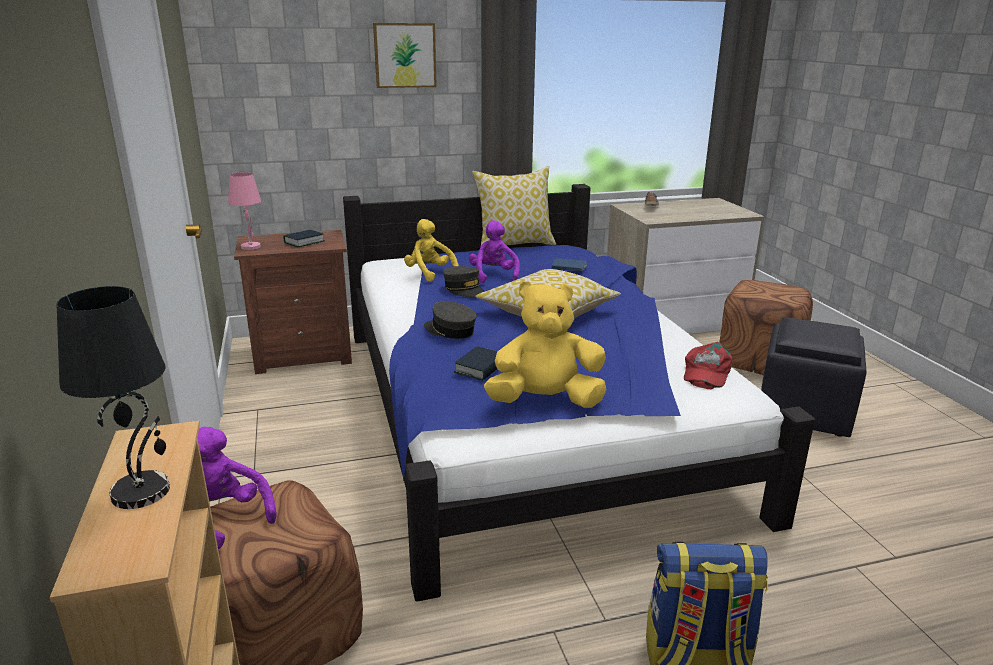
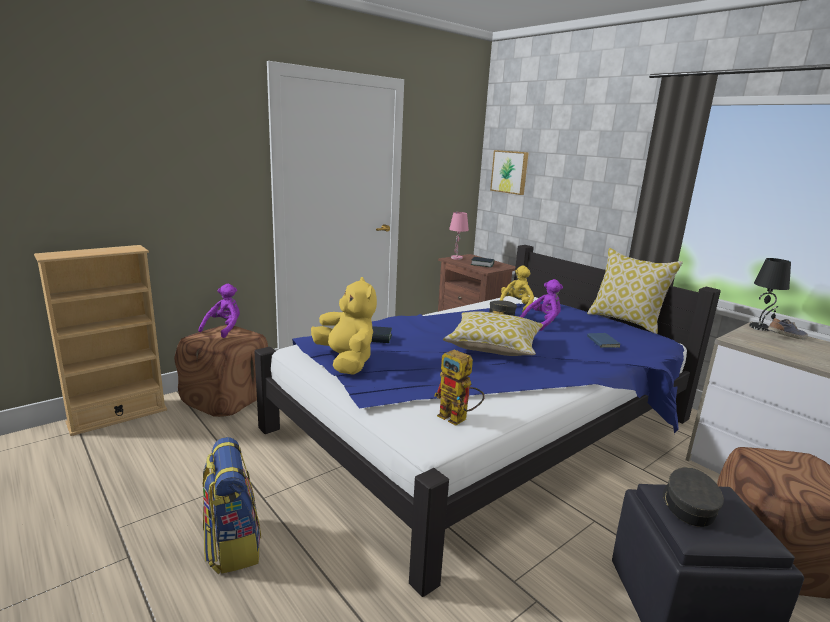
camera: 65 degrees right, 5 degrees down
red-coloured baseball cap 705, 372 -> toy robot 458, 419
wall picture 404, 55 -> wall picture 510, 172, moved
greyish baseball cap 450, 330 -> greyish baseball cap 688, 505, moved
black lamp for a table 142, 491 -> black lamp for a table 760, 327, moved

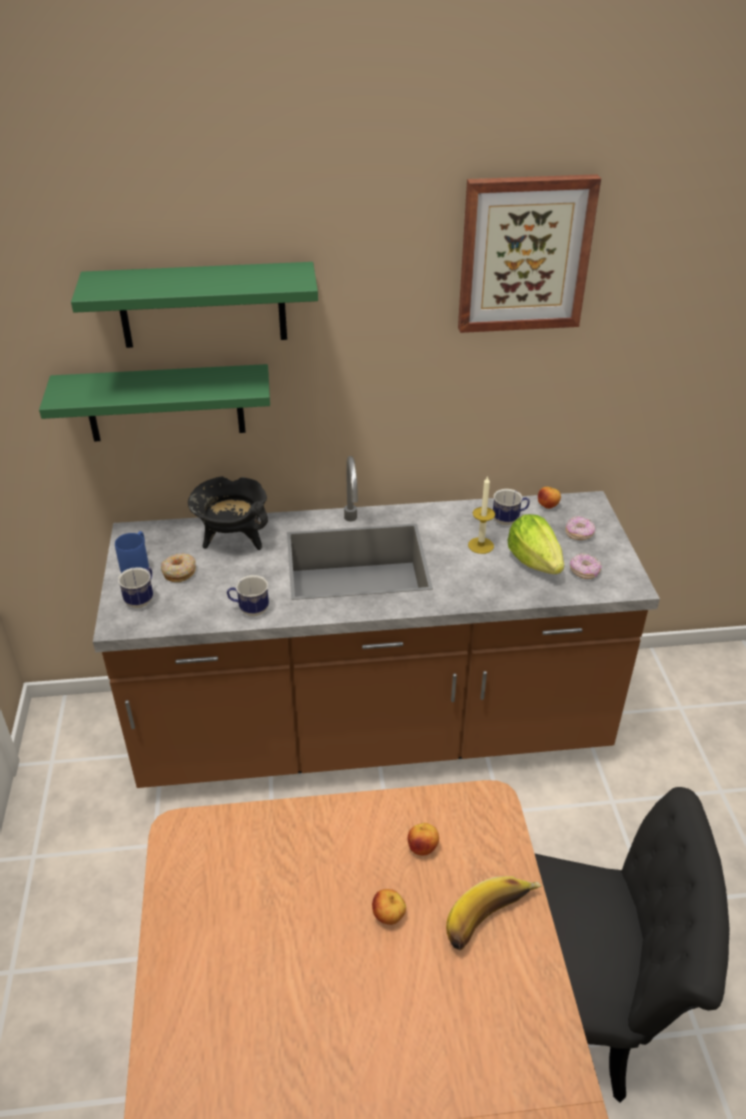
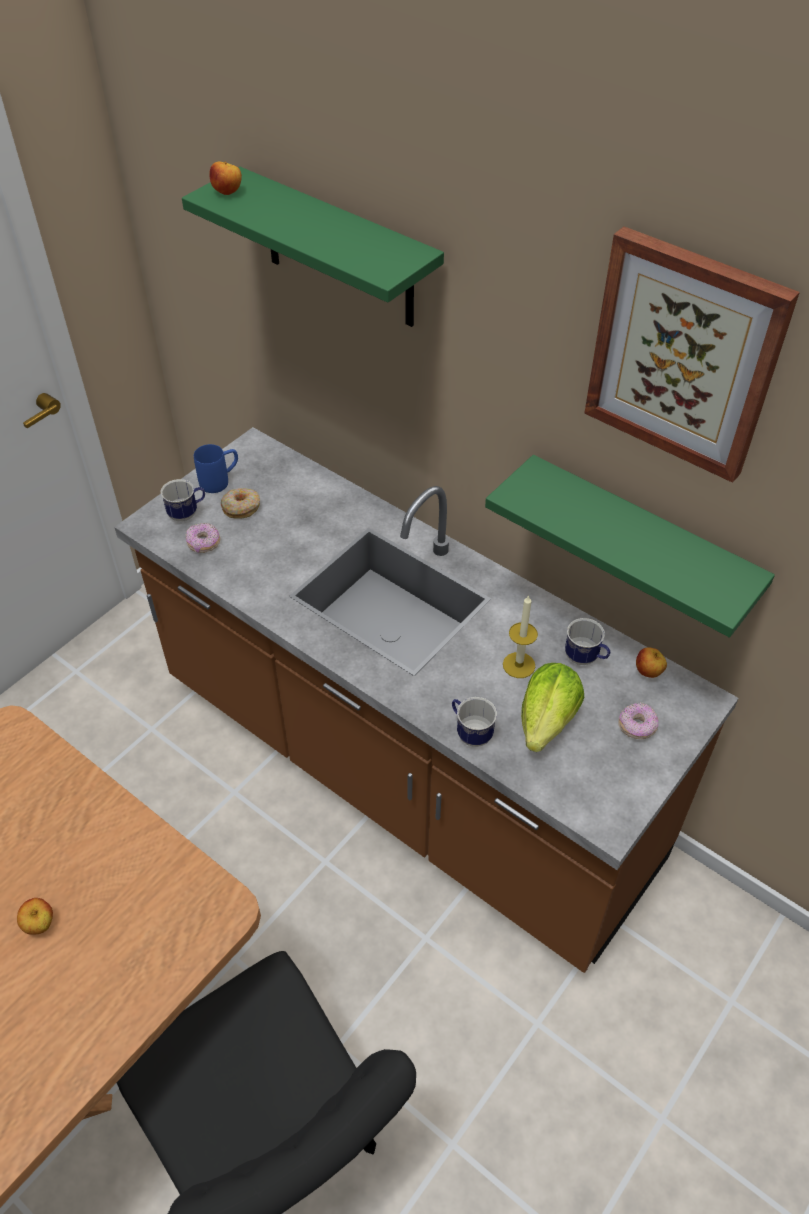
camera: 45 degrees right, 10 degrees up
donut 584, 572 -> donut 203, 543, moved
apple fruit 422, 848 -> apple fruit 228, 193, moved
mug 249, 610 -> mug 470, 732, moved
greenish wall shelf 165, 403 -> greenish wall shelf 639, 545, moved
black stockpot 233, 539 -> none
whole banana 492, 923 -> none

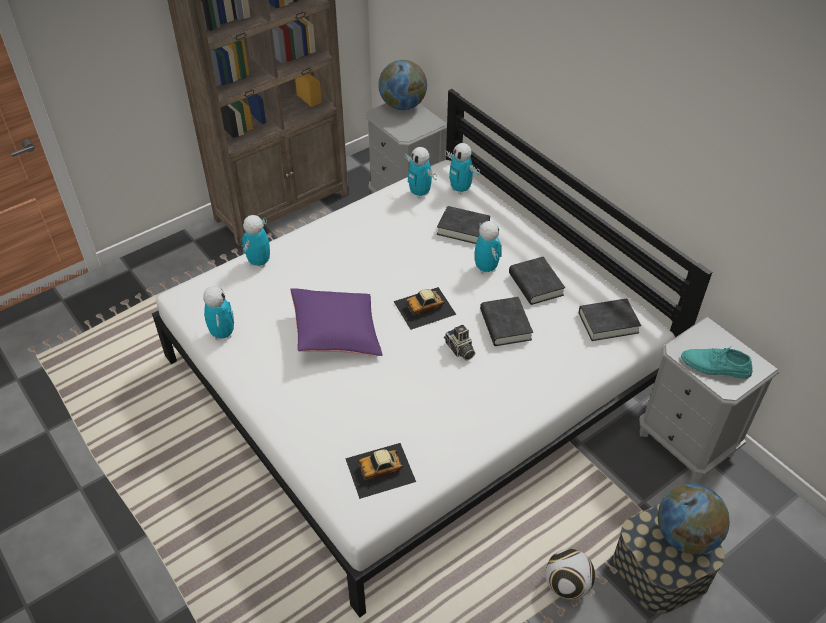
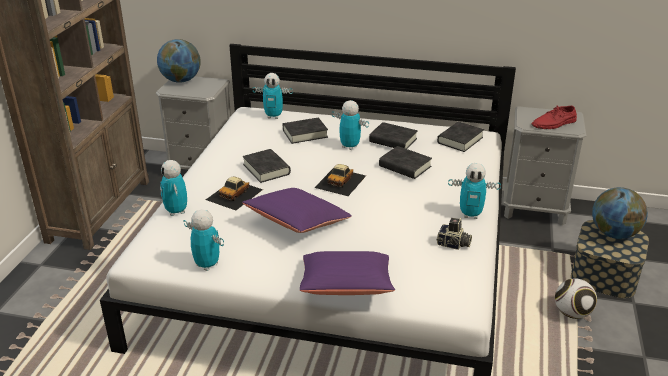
camera: 40 degrees left, 15 degrees down
miniature car 380, 470 -> miniature car 235, 194, moved
none -> black book 266, 169
none -> purplish cushion 346, 286
photo camera 459, 350 -> photo camera 453, 244, moved
toy robot 420, 193 -> toy robot 470, 215, moved
turquoise shoe 715, 366 -> red-coloured shoe 554, 124

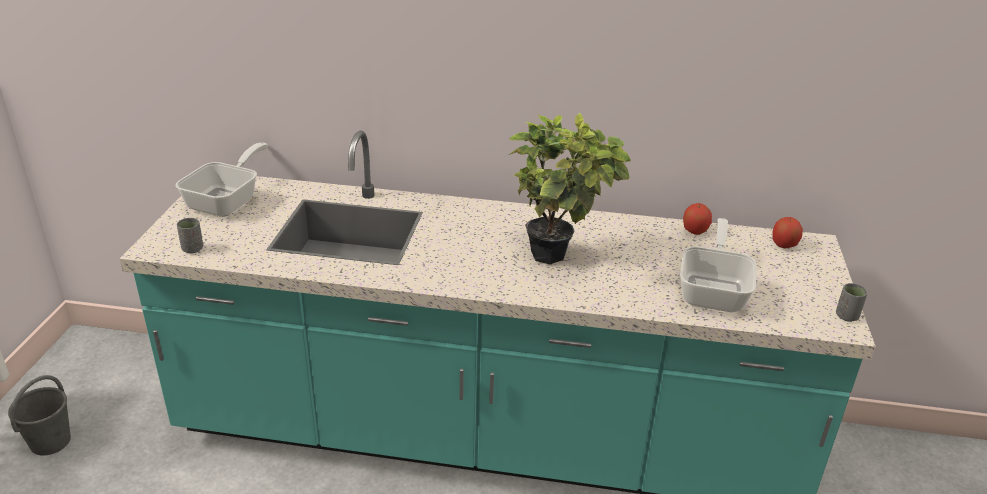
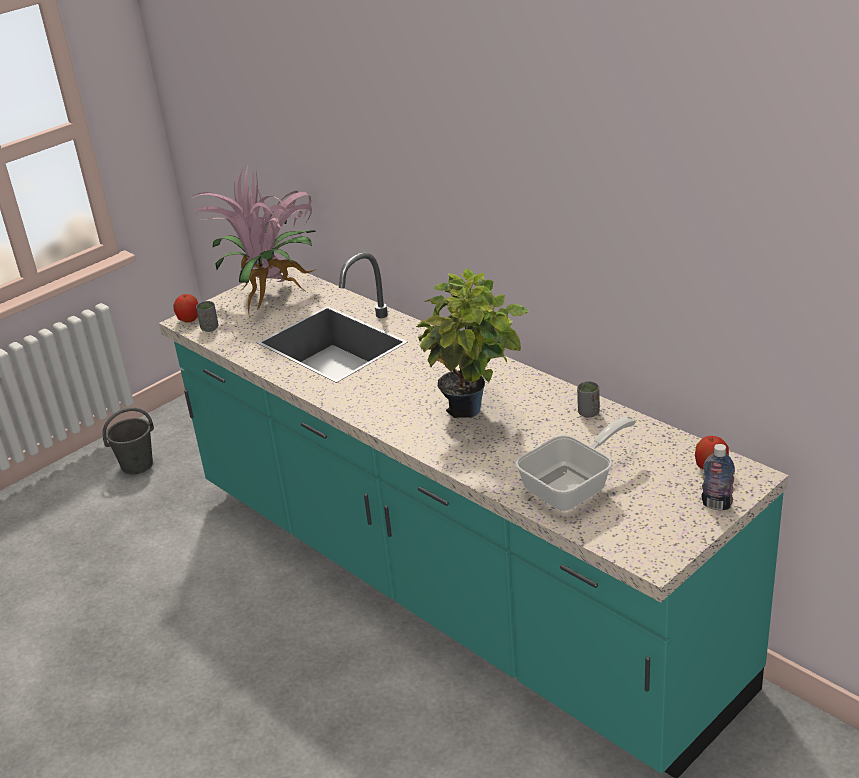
camera: 40 degrees right, 0 degrees up
apple fruit 695, 231 -> apple fruit 189, 319, moved
pan 228, 200 -> houseplant 273, 294
greyish cup 846, 316 -> greyish cup 588, 413, moved
none -> drink bottle 716, 505

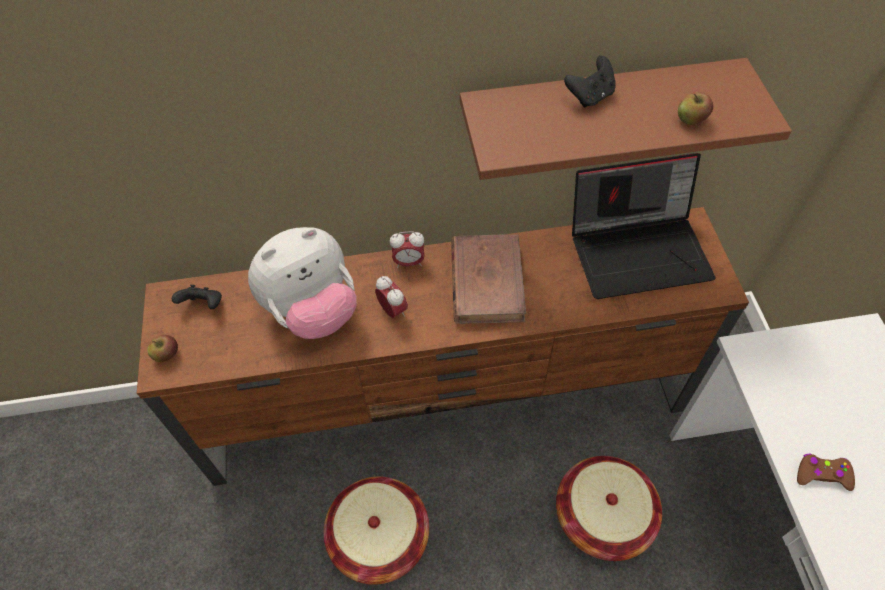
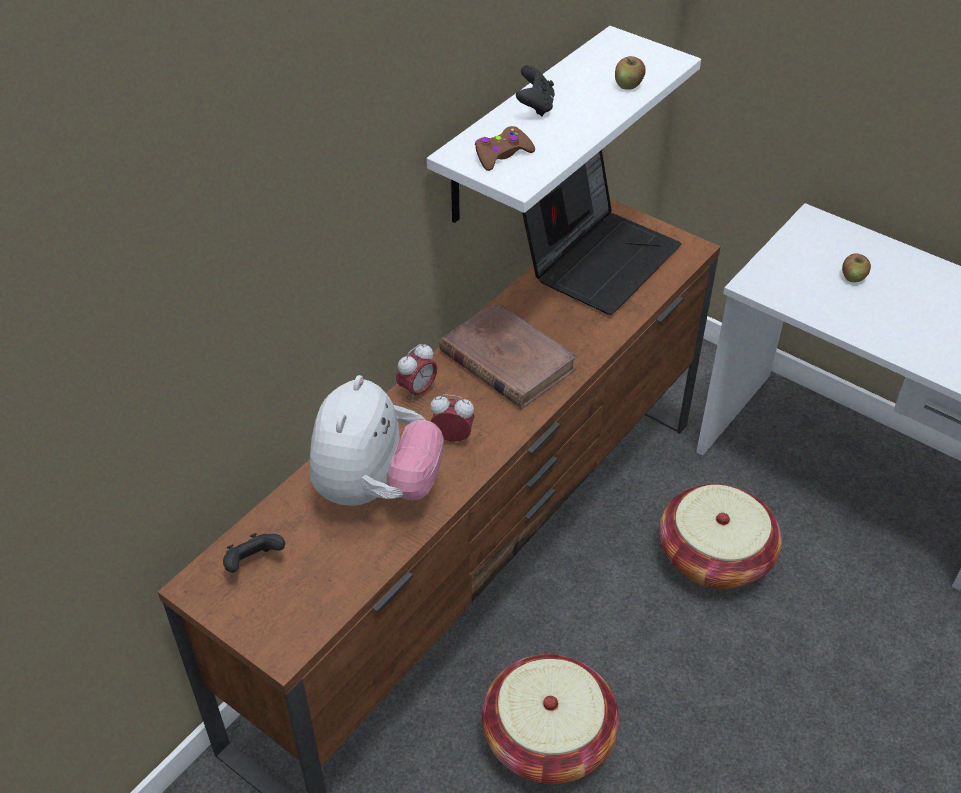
camera: 45 degrees left, 10 degrees down
brownish wall shelf 598, 109 -> white wall shelf 523, 127
brownish gamepad 822, 474 -> brownish gamepad 502, 155, moved
apple fruit 167, 354 -> apple fruit 853, 277, moved

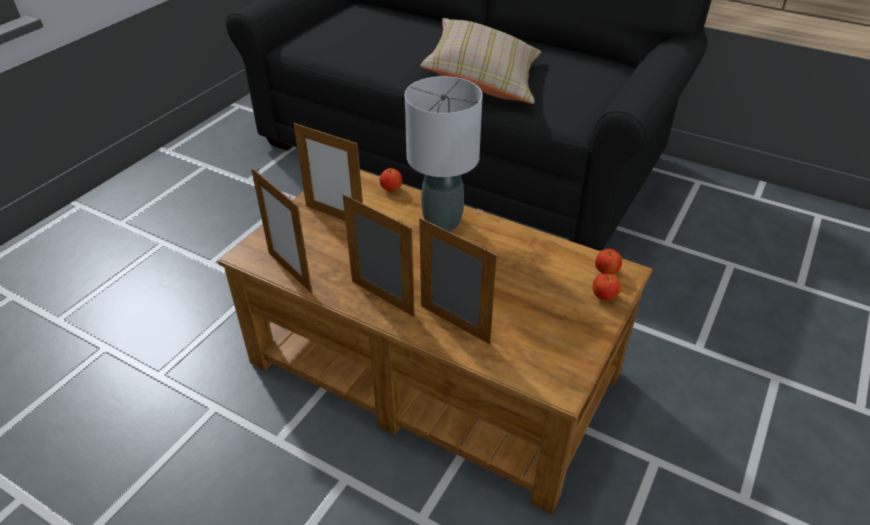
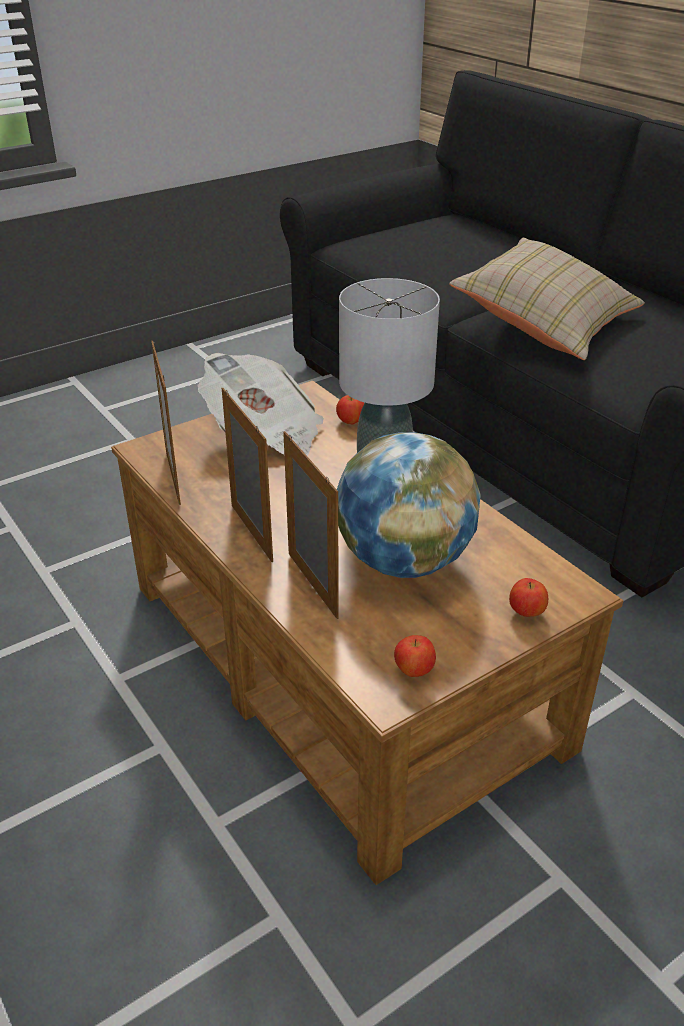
camera: 25 degrees right, 5 degrees down
standing frame 335, 216 -> printed paper 264, 434
none -> desk globe 403, 560
apple fruit 606, 272 -> apple fruit 413, 671, moved

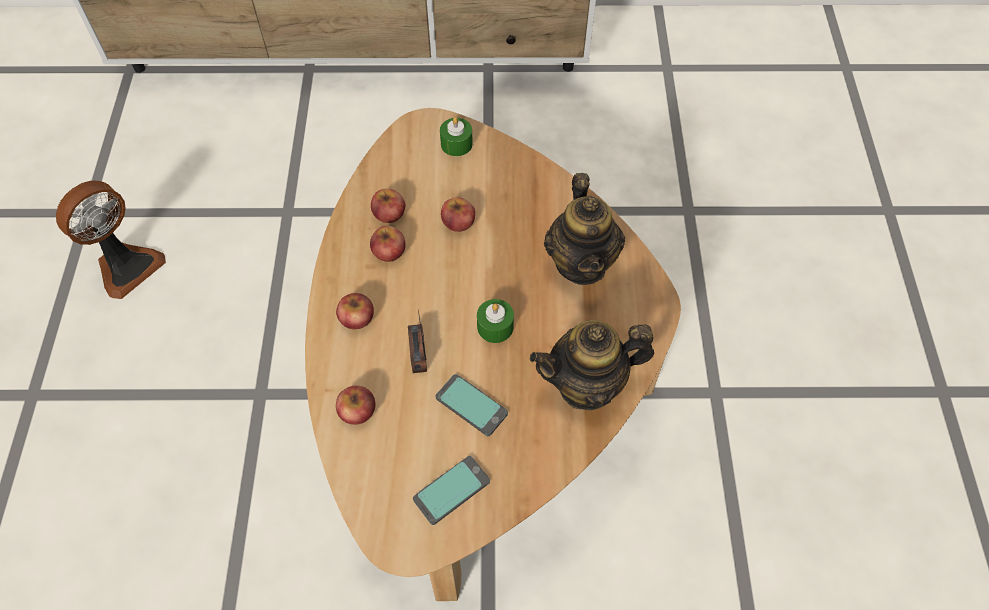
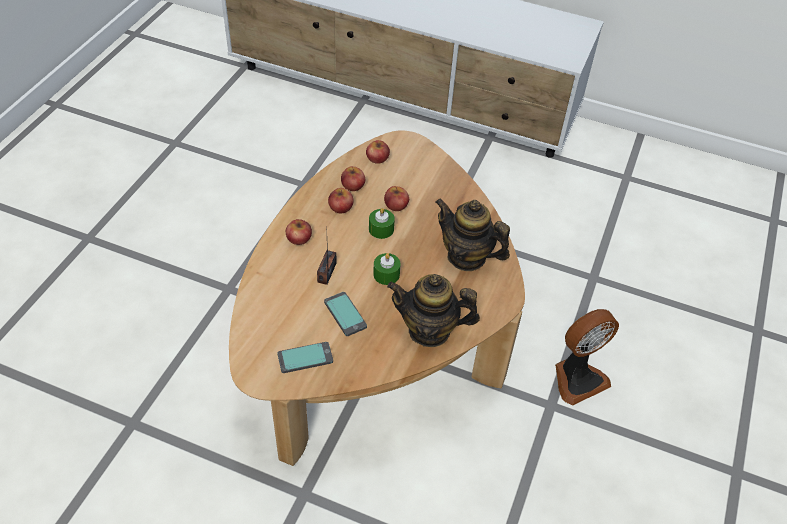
camera: 20 degrees right, 10 degrees down
apple fruit 357, 411 -> apple fruit 377, 158, moved
greenish wax light 456, 144 -> greenish wax light 381, 229, moved
teapot 581, 263 -> teapot 467, 257, 105 degrees clockwise
fan 126, 266 -> fan 577, 378, moved

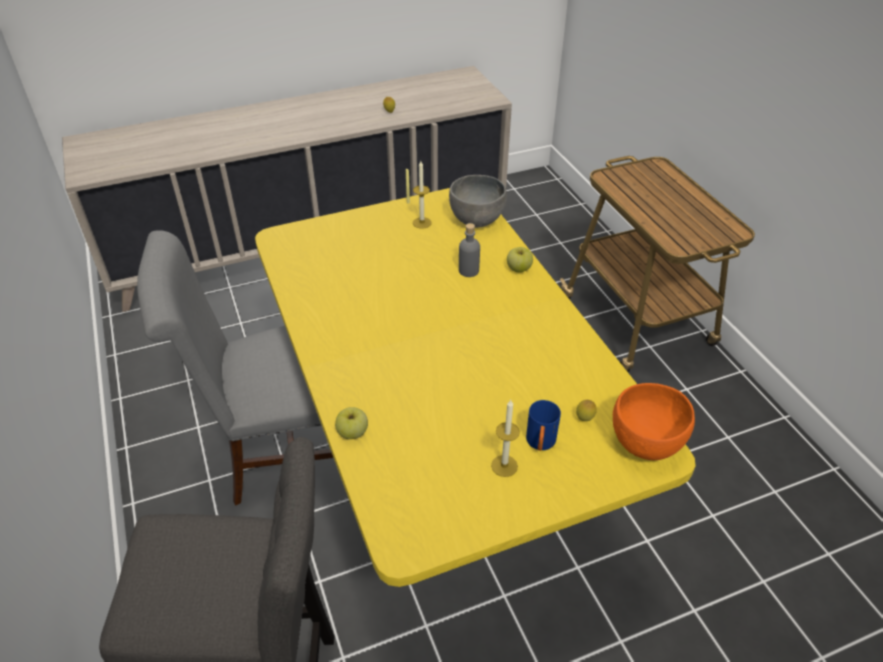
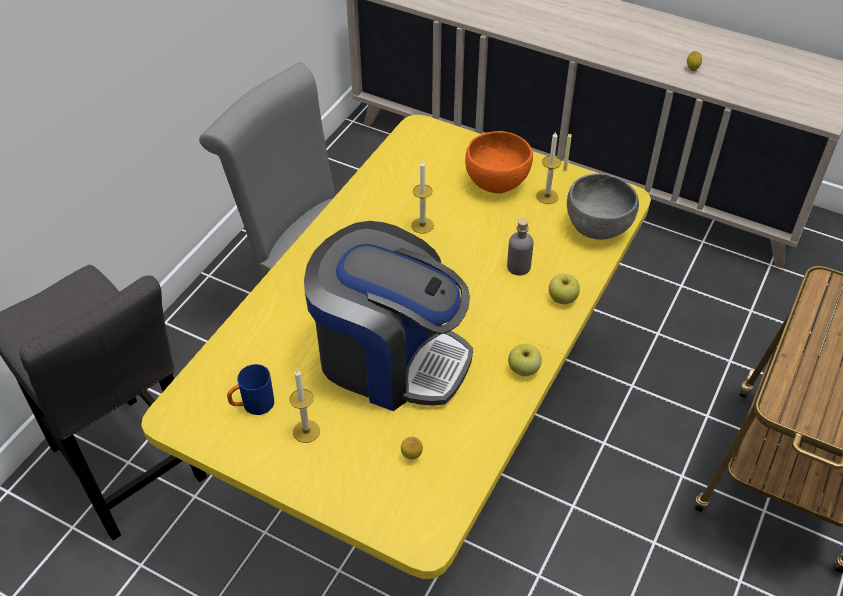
camera: 50 degrees right, 5 degrees up
blue mug 540, 444 -> blue mug 252, 405, moved
none -> coffee maker 390, 357
none -> wax light 422, 225
orange-coloured serving bowl 645, 443 -> orange-coloured serving bowl 497, 183, moved
apple fruit 353, 433 -> apple fruit 523, 369, moved

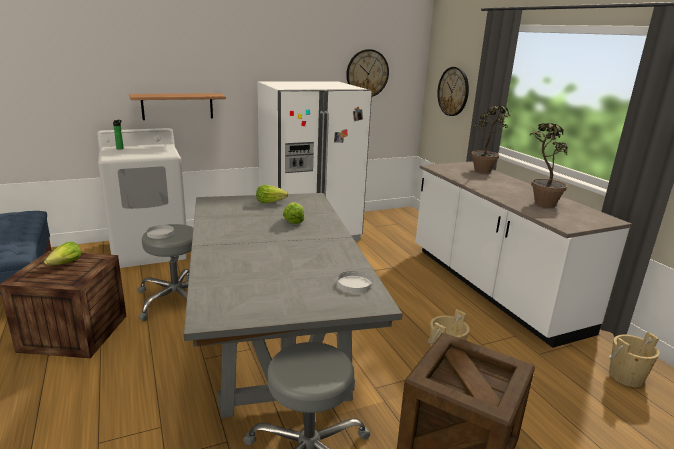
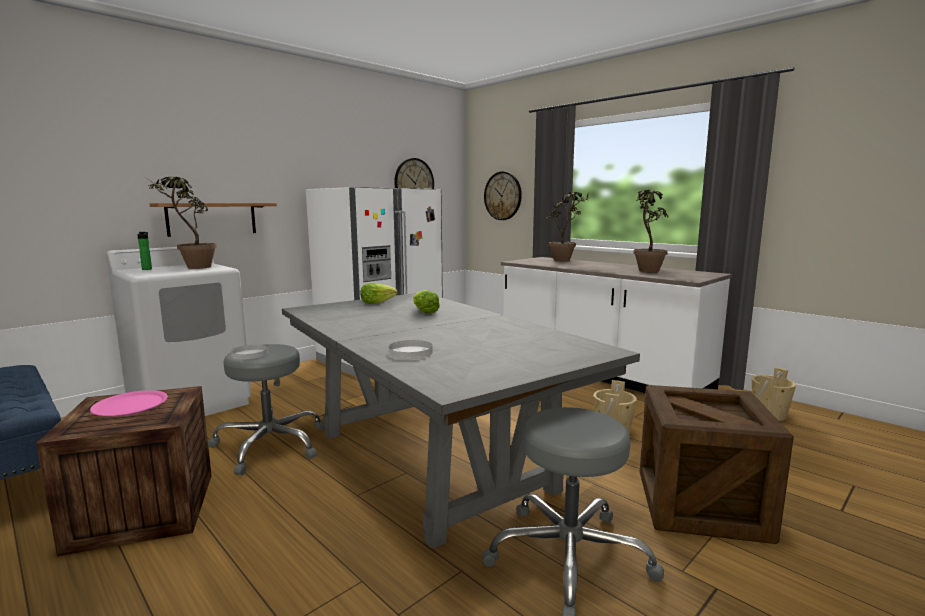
camera: 20 degrees left, 10 degrees down
lettuce head 66, 263 -> pink-coloured dinner plate 130, 405
none -> houseplant 192, 268
white dinner plate 354, 284 -> white dinner plate 411, 352, moved

